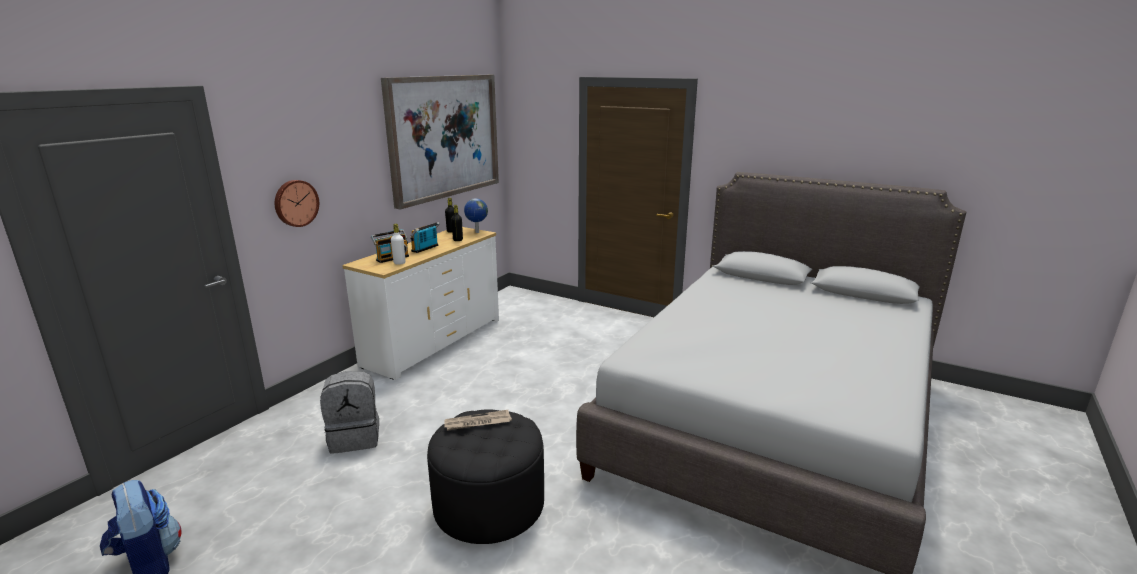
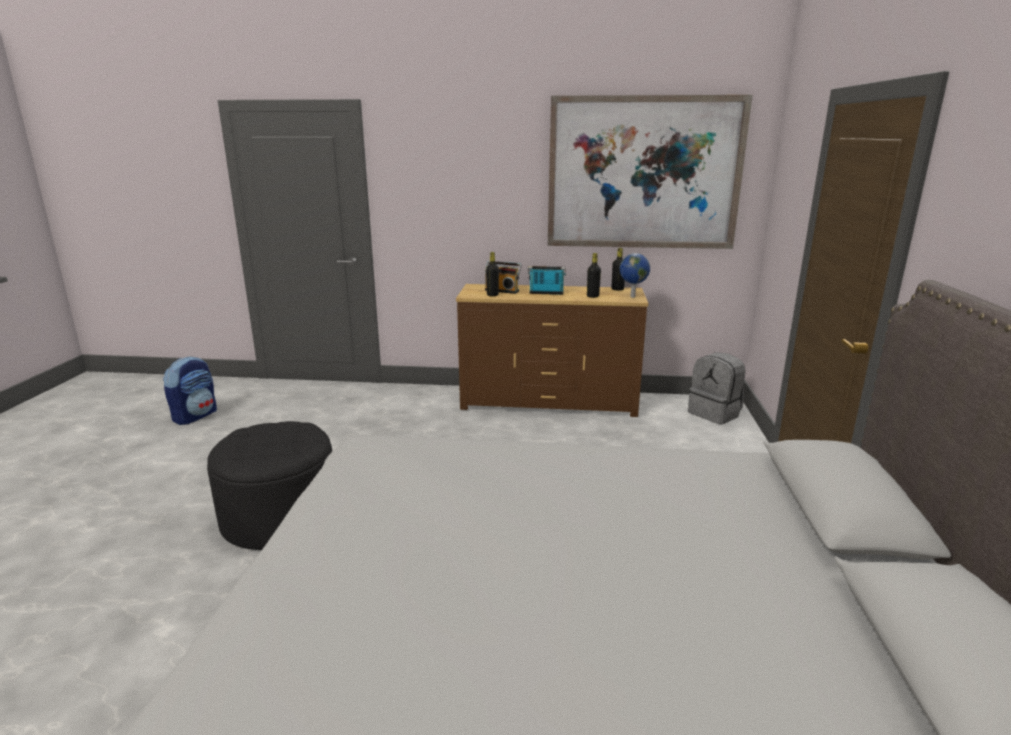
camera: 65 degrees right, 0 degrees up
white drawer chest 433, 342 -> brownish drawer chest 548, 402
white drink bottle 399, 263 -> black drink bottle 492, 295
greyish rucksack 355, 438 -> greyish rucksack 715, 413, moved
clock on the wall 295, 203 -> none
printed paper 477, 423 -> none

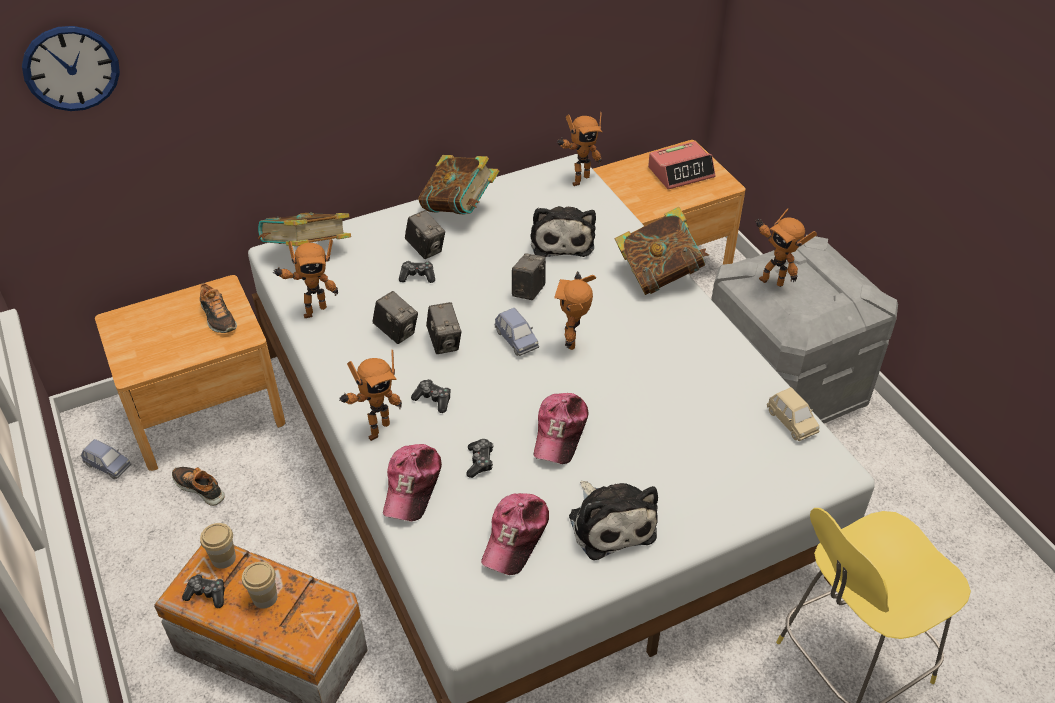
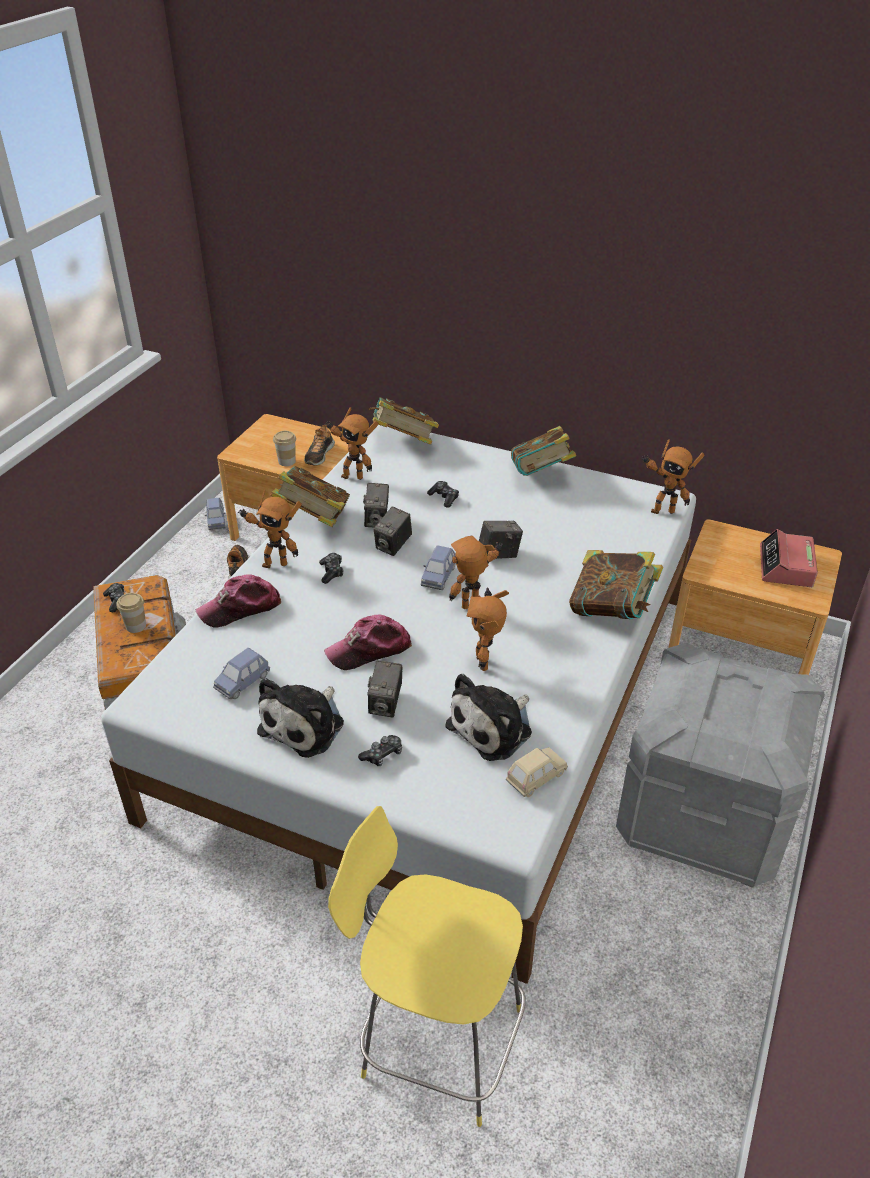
camera: 50 degrees right, 5 degrees down
baseball cap 516, 537 -> blue miniature car 242, 682
none -> book 313, 519
cup 223, 558 -> cup 287, 461, moved
gamepad 480, 461 -> gamepad 382, 755, moved
photo camera 426, 249 -> photo camera 385, 704, moved
plush toy 562, 240 -> plush toy 493, 728, moved
toy robot 772, 280 -> toy robot 485, 662, moved
beige-coloured miniature car 791, 422 -> beige-coloured miniature car 536, 778, 150 degrees counterclockwise
alarm clock 681, 172 -> alarm clock 786, 567, 75 degrees clockwise
clock on the wall 71, 68 -> none

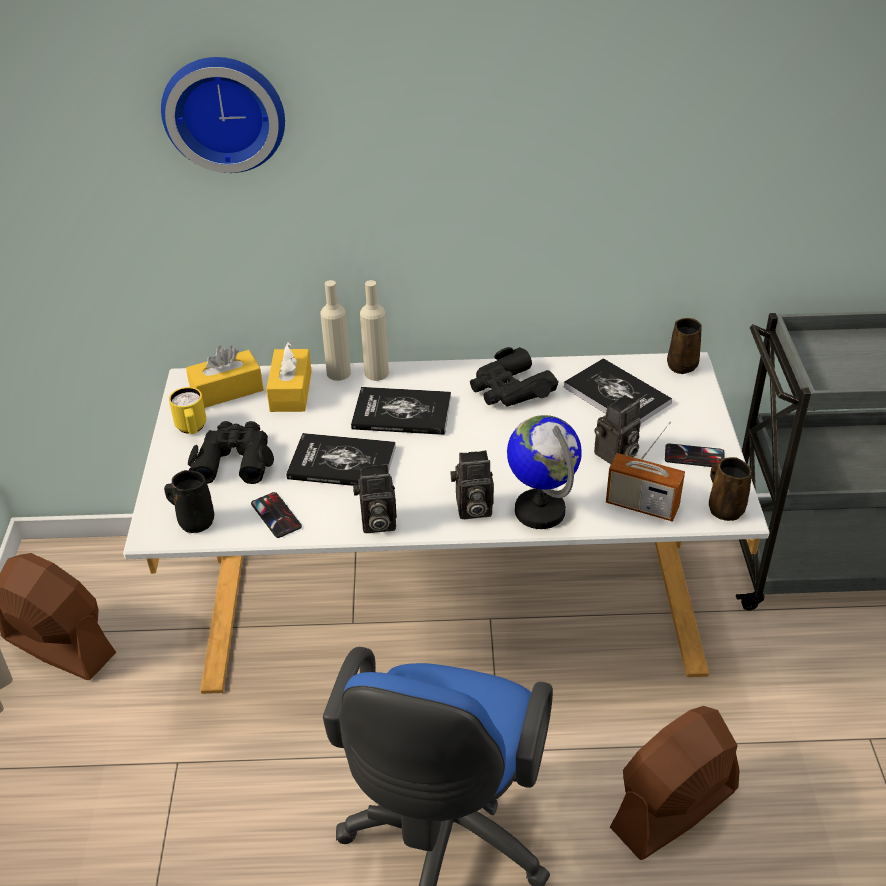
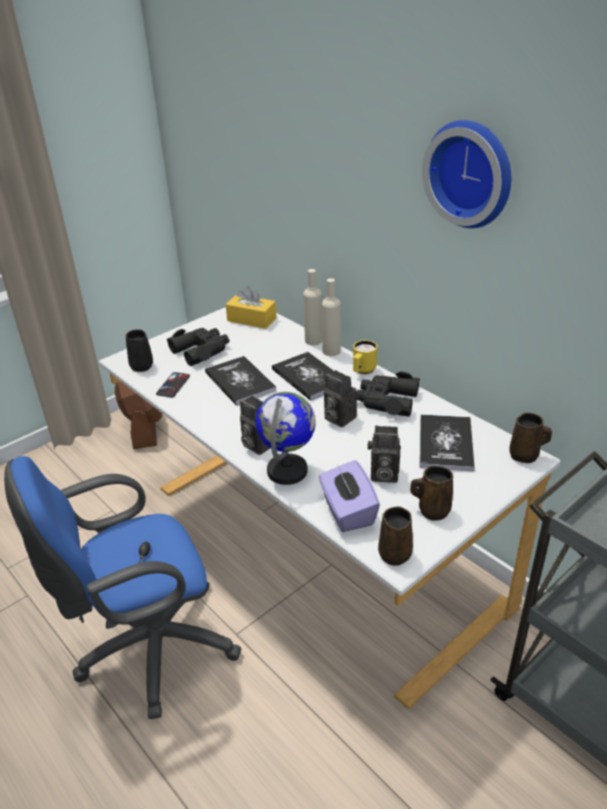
camera: 50 degrees right, 5 degrees down
radio 642, 505 -> purplish tissue box 347, 511
photo camera 376, 523 -> photo camera 337, 418, moved
yellow-coloured mug 192, 429 -> yellow-coloured mug 362, 371, moved
telephone 694, 456 -> brownish mug 432, 510
clock on the wall 224, 111 -> clock on the wall 471, 173, moved
yellow-coloured tissue box 291, 391 -> none
brownish fan 673, 809 -> none

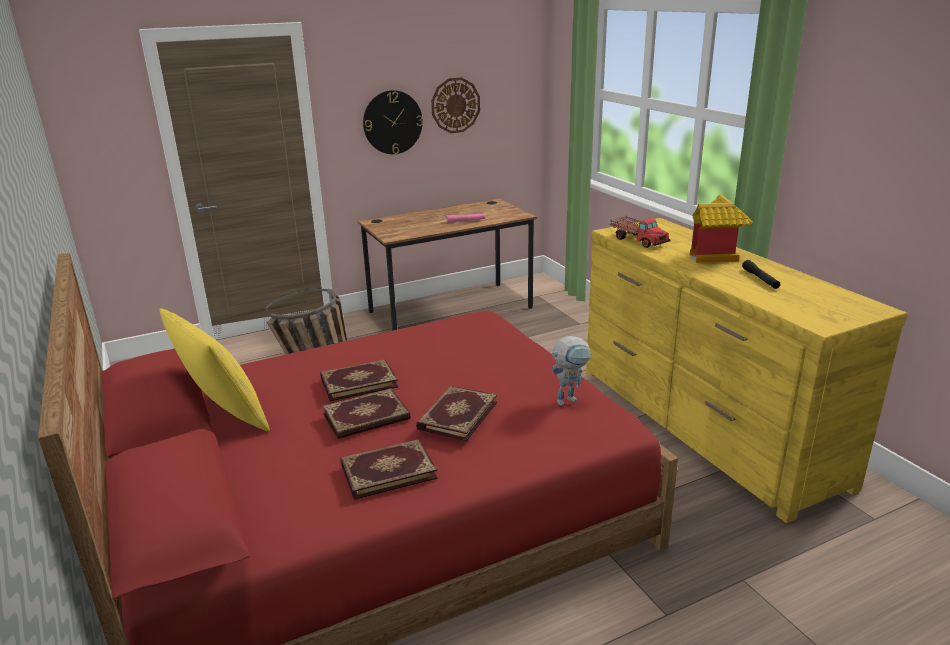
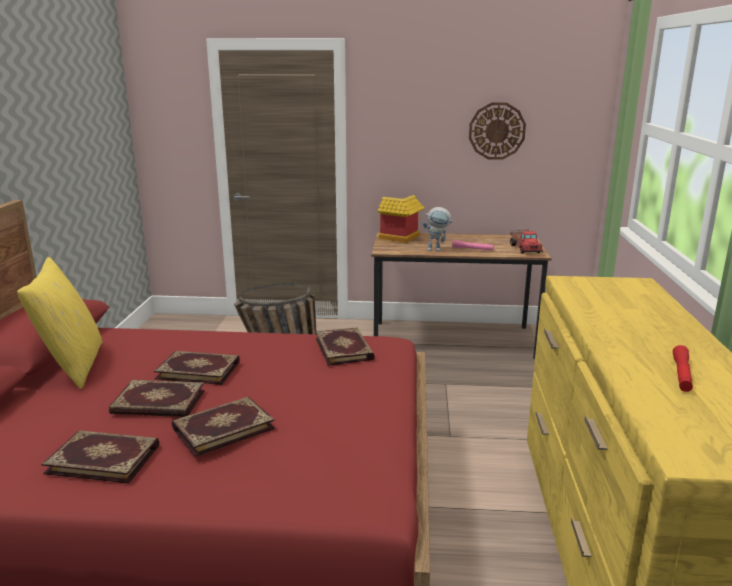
camera: 30 degrees right, 5 degrees down
none -> book 345, 349
model house 716, 256 -> model house 399, 238, moved
toy robot 570, 399 -> toy robot 437, 250, moved
toy lorry 638, 240 -> toy lorry 525, 248, moved
black flashlight 760, 279 -> red-coloured flashlight 681, 375
clock on the wall 392, 122 -> none

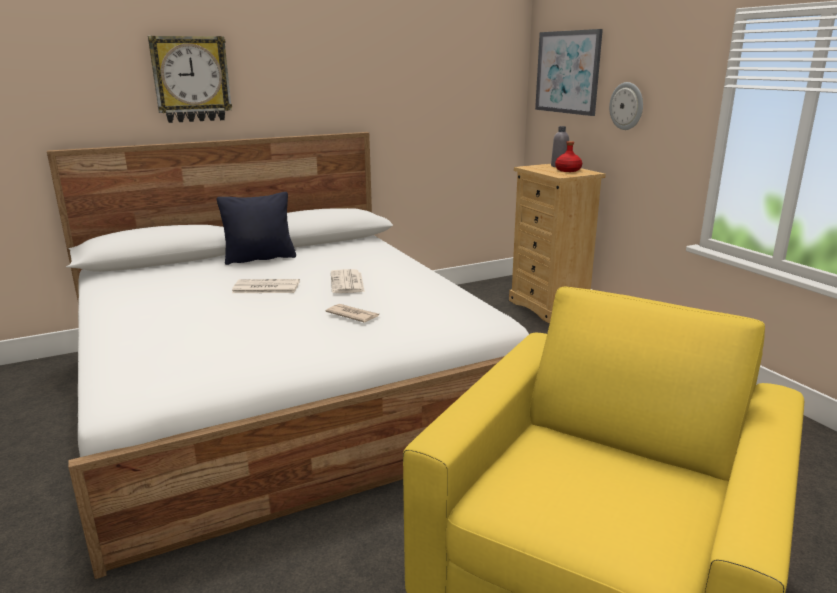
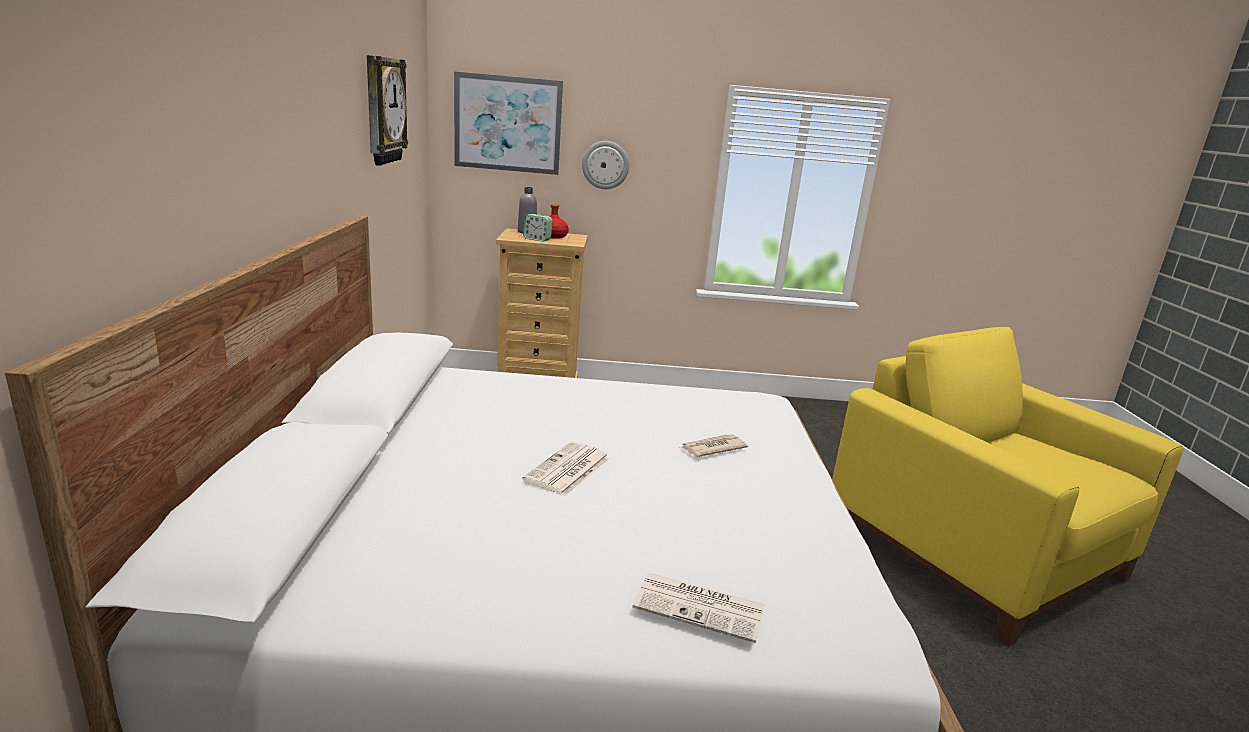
camera: 65 degrees left, 0 degrees up
clock on the wall 191, 79 -> clock on the wall 383, 110, moved
none -> alarm clock 537, 239
printed paper 347, 282 -> printed paper 701, 607, moved
black cushion 260, 258 -> none

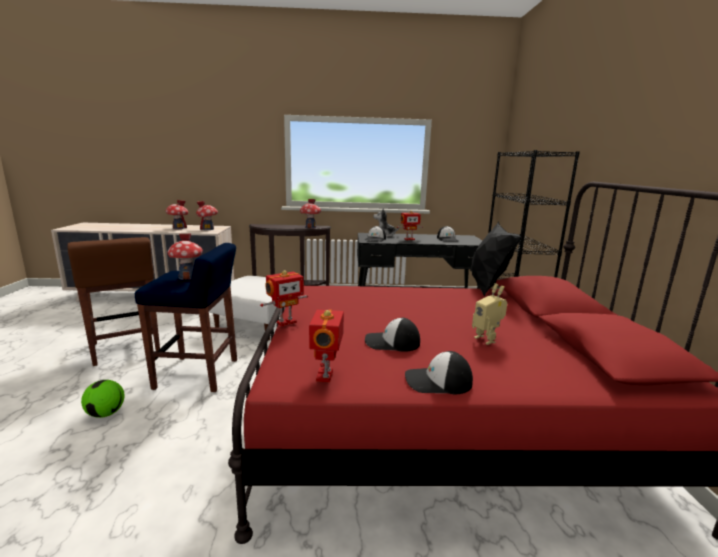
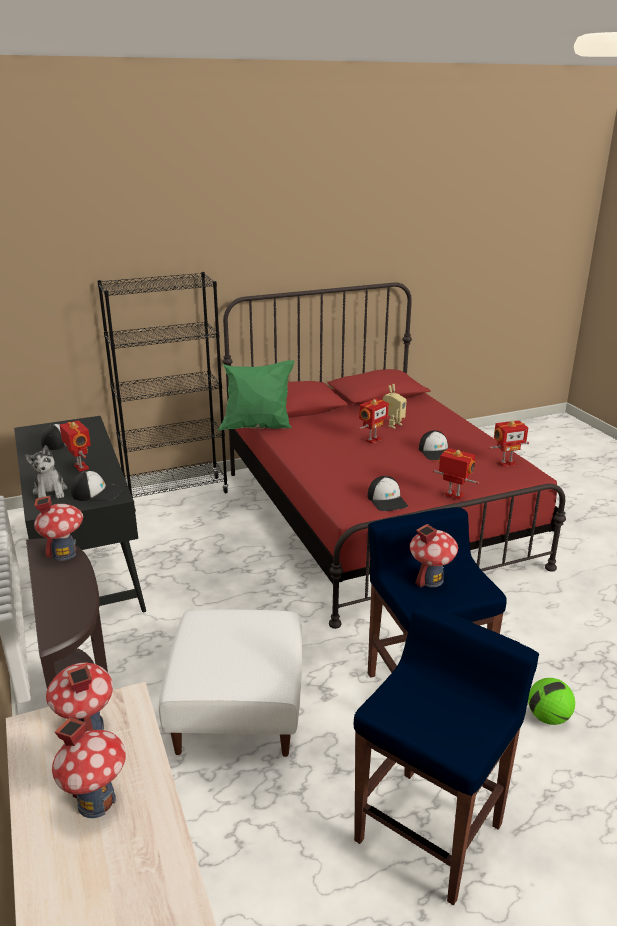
camera: 110 degrees left, 10 degrees up
black cushion 486, 287 -> greenish cushion 258, 428
brownish stool seat 125, 349 -> blue stool seat 430, 831
none -> toy robot 372, 440
baseball cap 437, 381 -> baseball cap 387, 500, moved

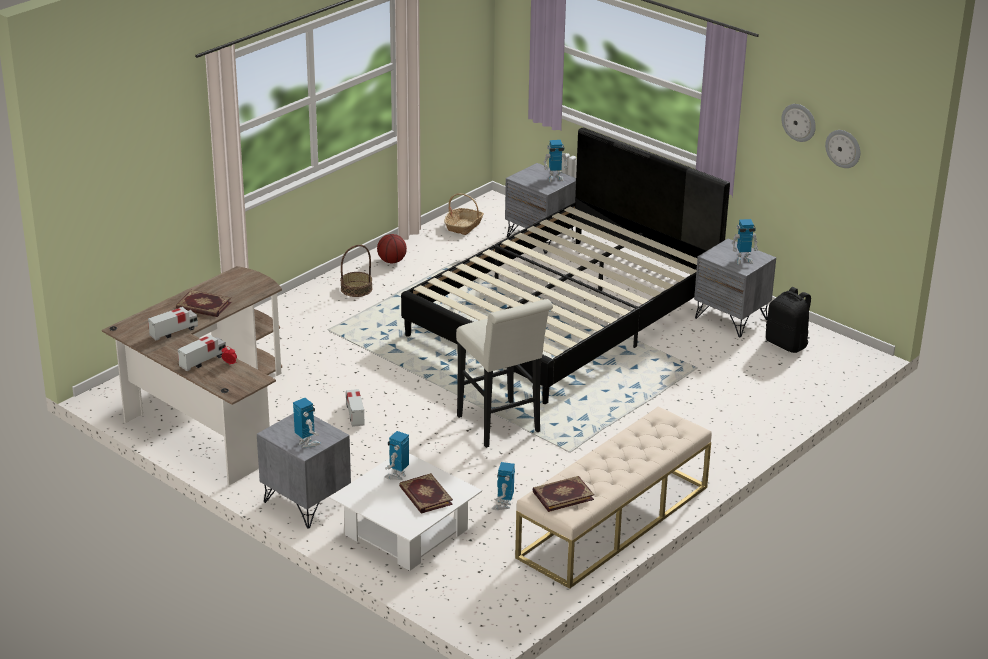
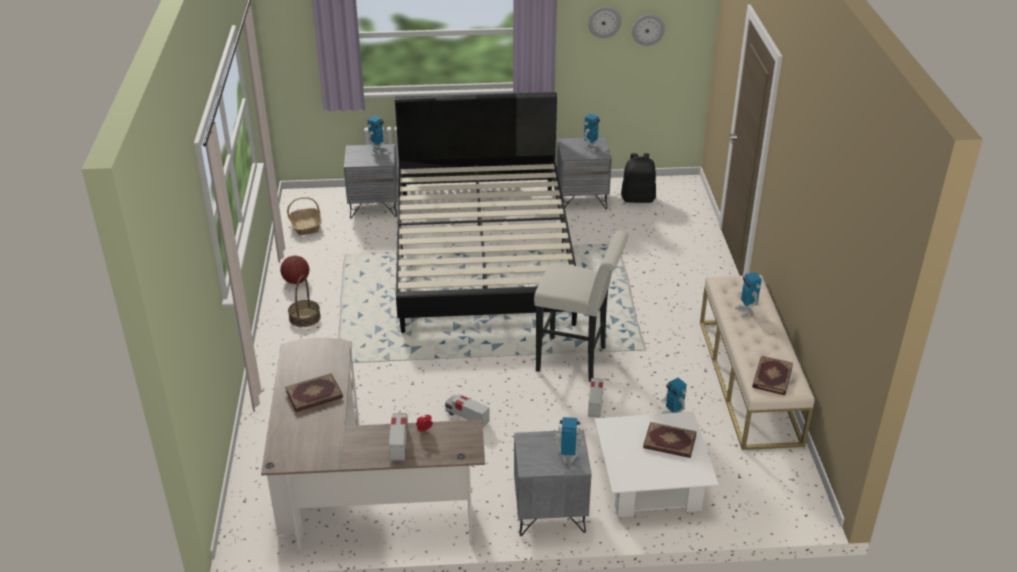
camera: 45 degrees left, 5 degrees up
toy lorry 174, 332 -> toy lorry 595, 403, moved
toy robot 397, 475 -> toy robot 745, 311, moved

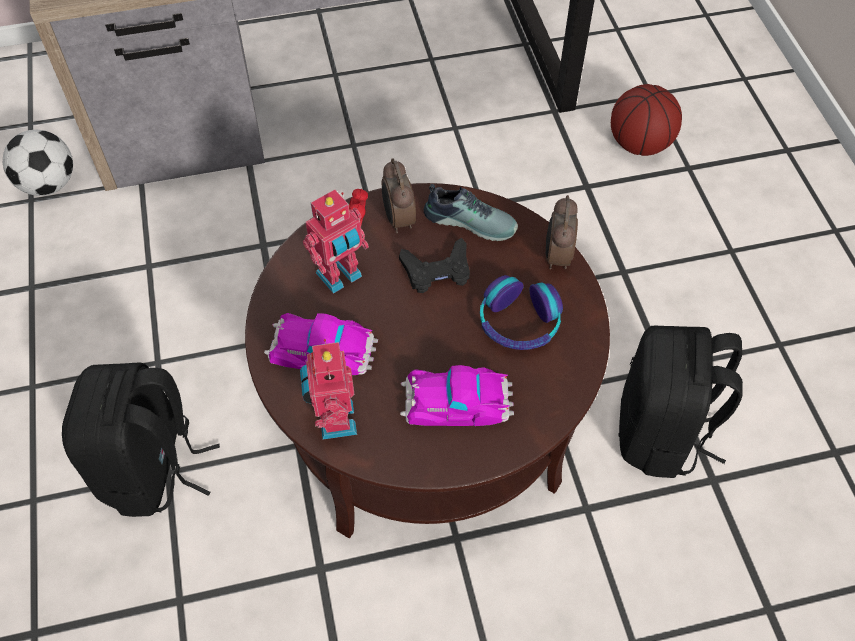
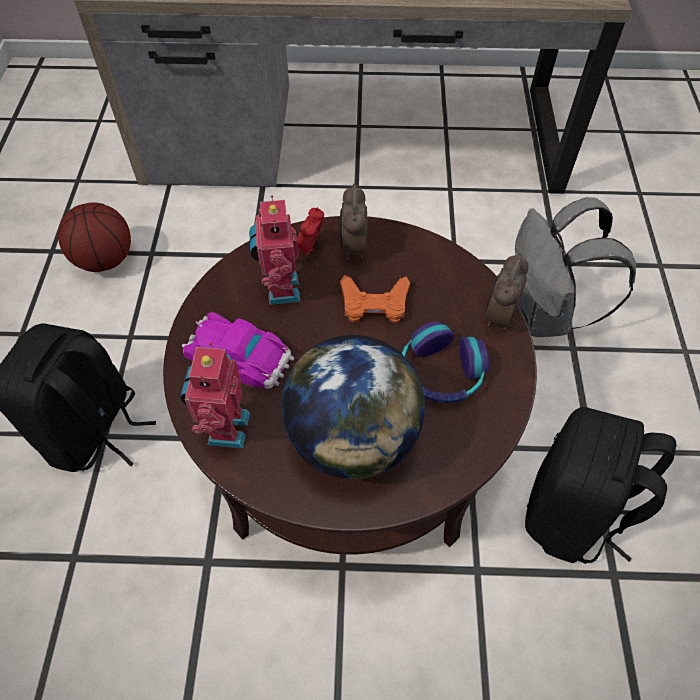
camera: 15 degrees right, 0 degrees up
basketball ball 638, 144 -> basketball ball 104, 259, moved
toy robot 340, 277 -> toy robot 280, 290, 105 degrees clockwise
miniature car 456, 401 -> desk globe 352, 438
black gamepad 437, 271 -> orange-coloured gamepad 374, 304
none -> greyish rucksack 544, 315
ball for football 49, 184 -> none
shoe 471, 220 -> none

